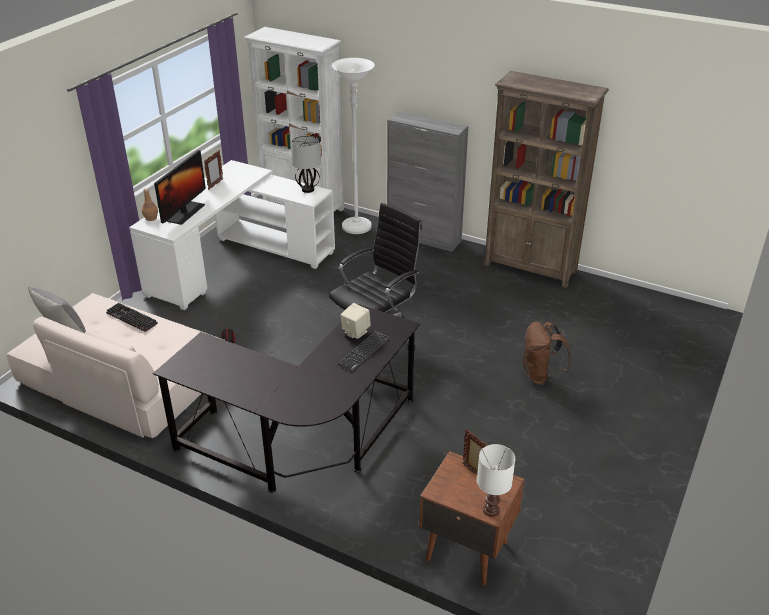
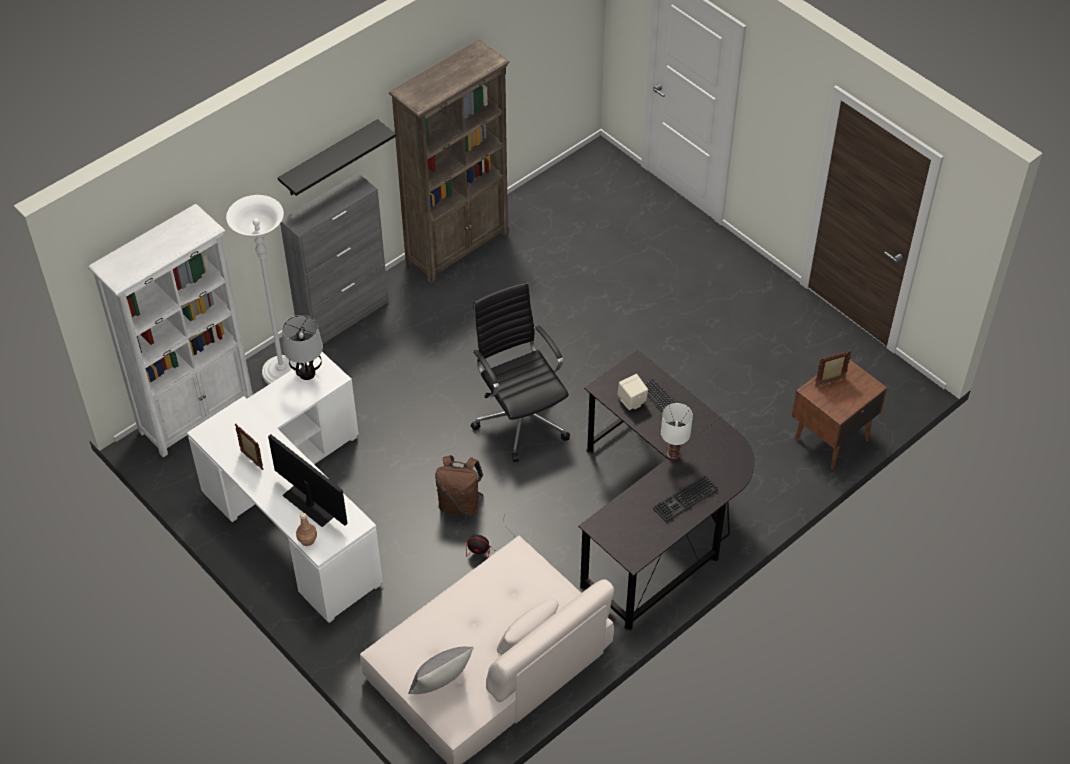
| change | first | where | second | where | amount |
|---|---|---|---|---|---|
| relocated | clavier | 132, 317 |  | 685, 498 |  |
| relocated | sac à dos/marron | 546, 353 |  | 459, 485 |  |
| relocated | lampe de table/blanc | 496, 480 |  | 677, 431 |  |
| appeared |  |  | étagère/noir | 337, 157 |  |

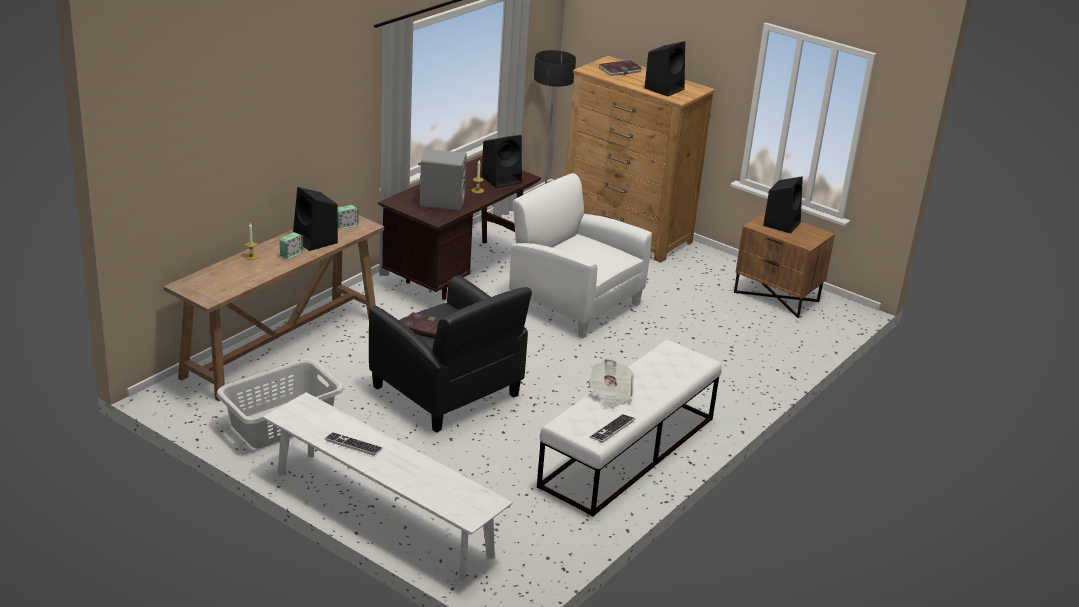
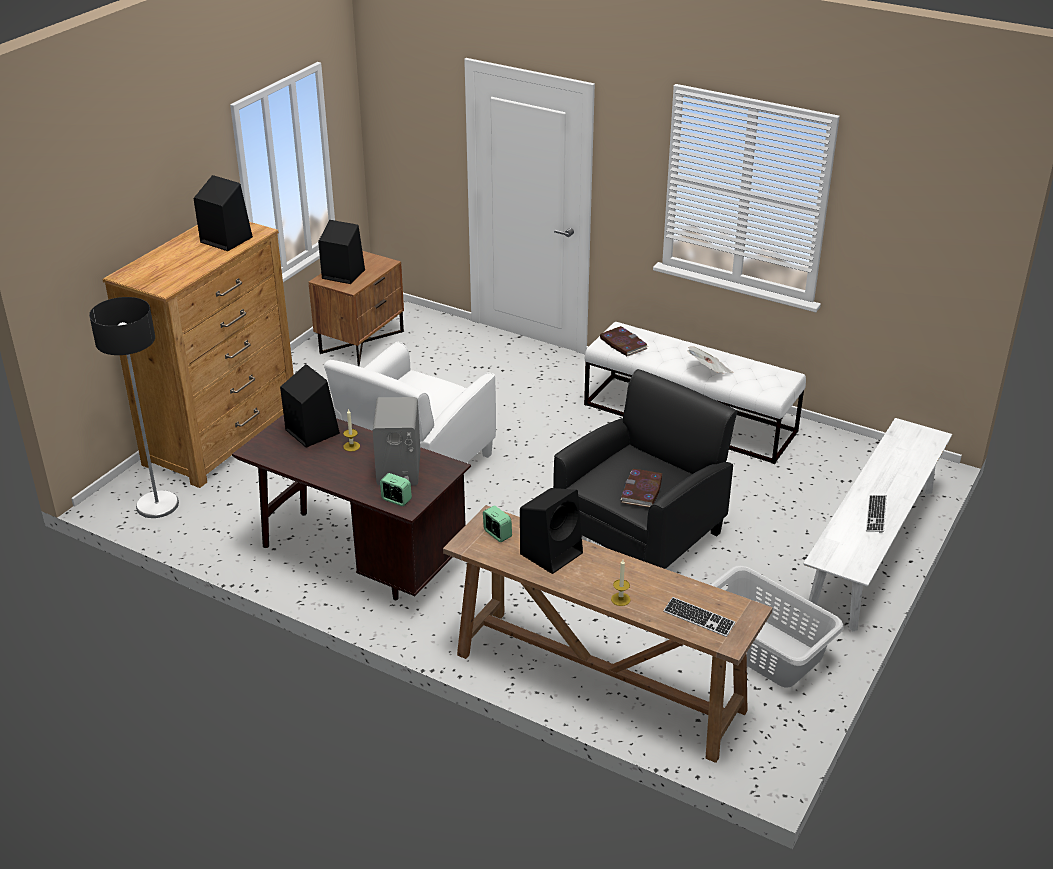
| change | first | where | second | where | amount |
|---|---|---|---|---|---|
| relocated | livre | 620, 68 |  | 624, 341 |  |
| relocated | réveil | 291, 245 |  | 396, 489 |  |
| relocated | clavier | 612, 428 |  | 699, 617 |  |

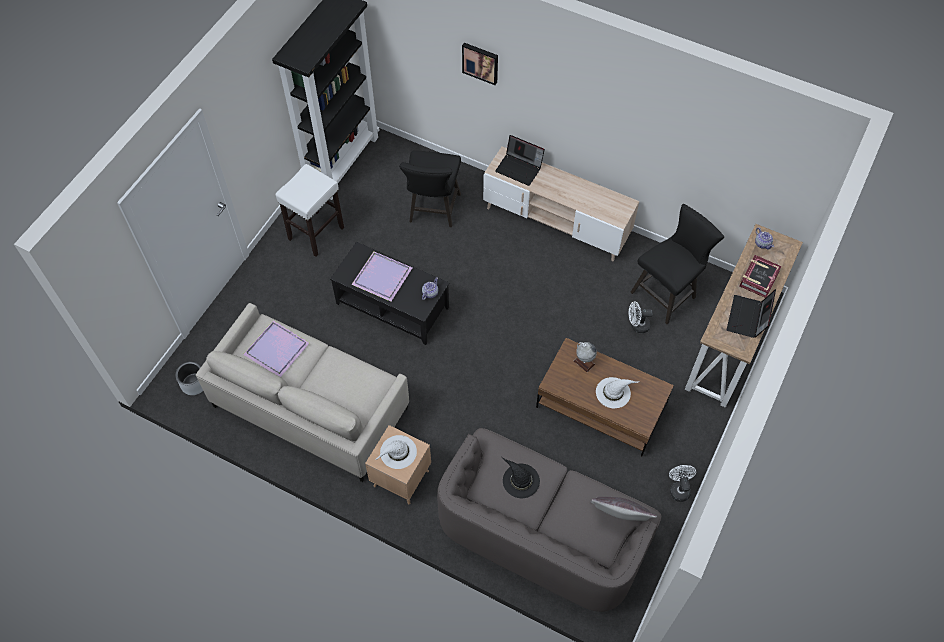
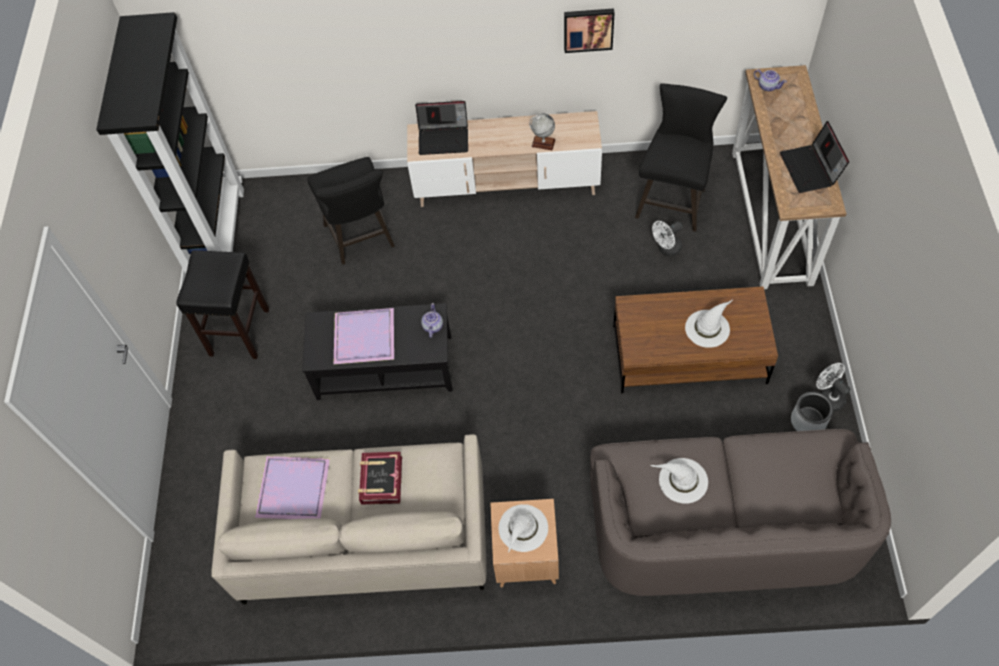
| change | first | where | second | where | amount |
|---|---|---|---|---|---|
| relocated | tableau | 480, 64 |  | 589, 30 |  |
| colour | tabouret/blanc | 310, 210 | tabouret/noir | 222, 304 |  |
| relocated | livre | 761, 276 |  | 380, 478 |  |
| relocated | globe | 585, 357 |  | 542, 132 |  |
| relocated | cache-pot/gris | 189, 378 |  | 812, 411 |  |
| colour | chapeau/noir | 521, 477 | chapeau/blanc | 679, 481 |  |
| missing | coussin/gris | 623, 509 |  |  |  |

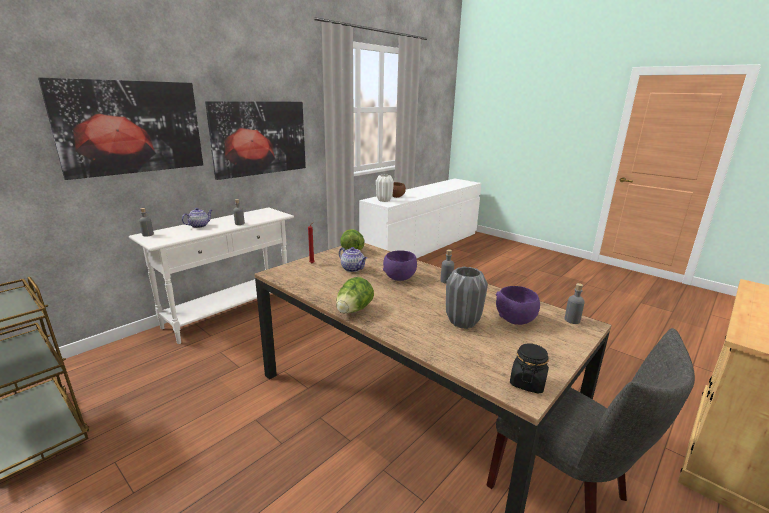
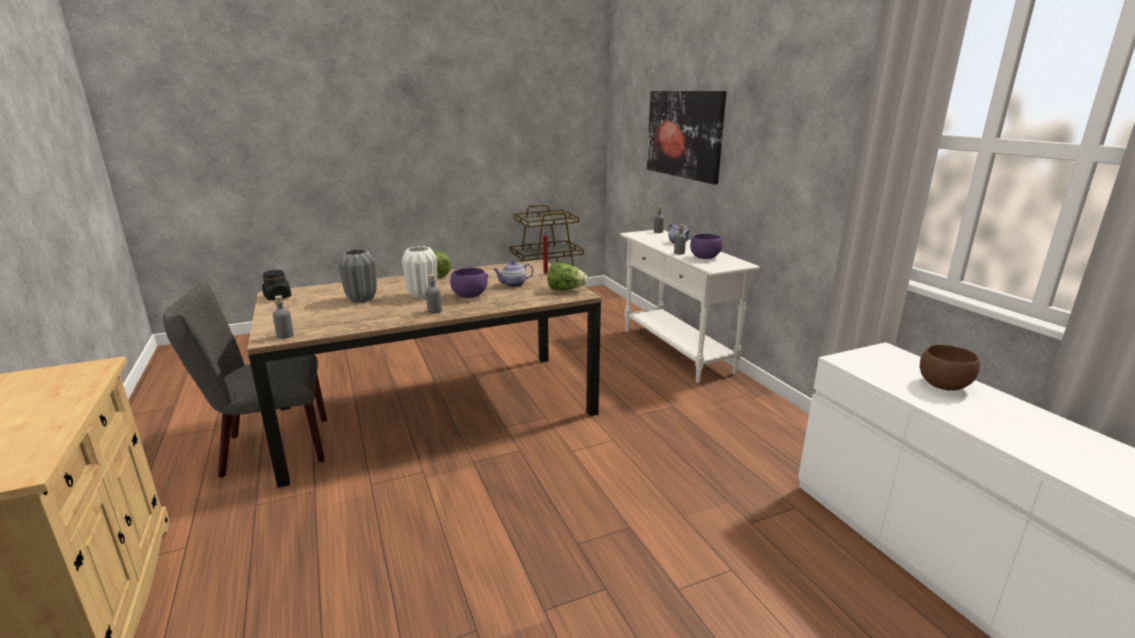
| change | first | where | second | where | amount |
|---|---|---|---|---|---|
| missing | tableau | 255, 140 |  |  |  |
| relocated | vase/blanc | 385, 188 |  | 419, 272 |  |
| relocated | bol/violet | 518, 305 |  | 706, 246 |  |

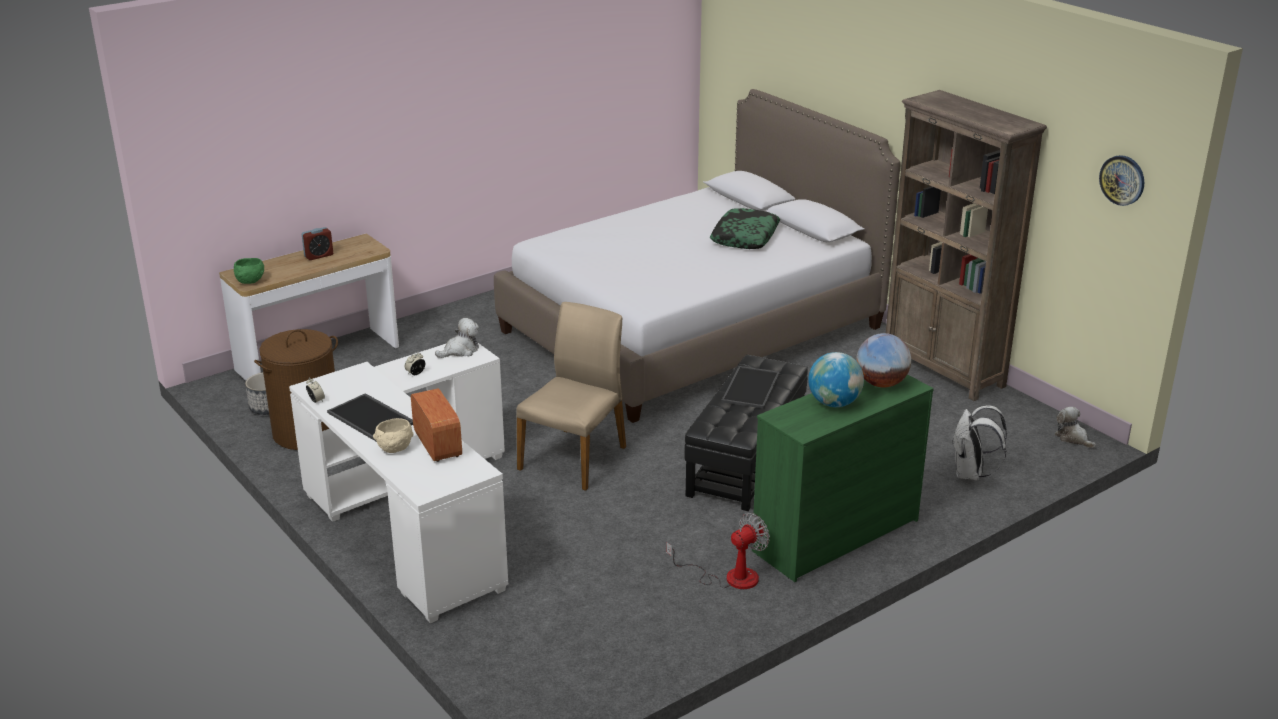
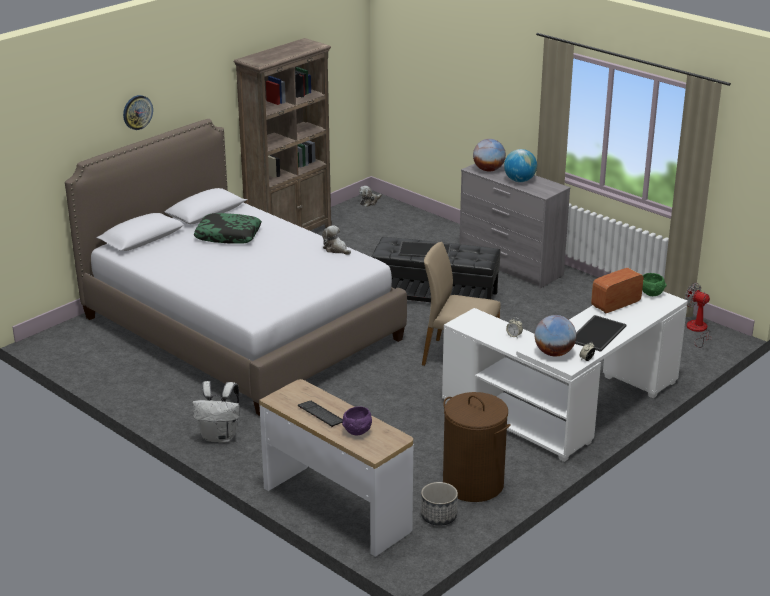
| change | first | where | second | where | amount |
|---|---|---|---|---|---|
| relocated | horloge murale | 1121, 180 |  | 138, 112 |  |
| exchanged | réveil | 317, 243 | clavier | 320, 414 |  |
| relocated | bol/vert | 249, 271 |  | 654, 284 |  |
| relocated | peluche | 457, 338 |  | 336, 240 |  |
| colour | commode/vert | 843, 478 | commode/gris | 514, 226 |  |
| relocated | sac à dos/blanc | 980, 443 |  | 216, 412 |  |
| missing | bol/beige | 393, 435 |  |  |  |
| relocated | ventilateur | 718, 551 |  | 698, 315 |  |
| appeared |  |  | globe | 555, 335 |  |
| appeared |  |  | bol/violet | 357, 421 |  |

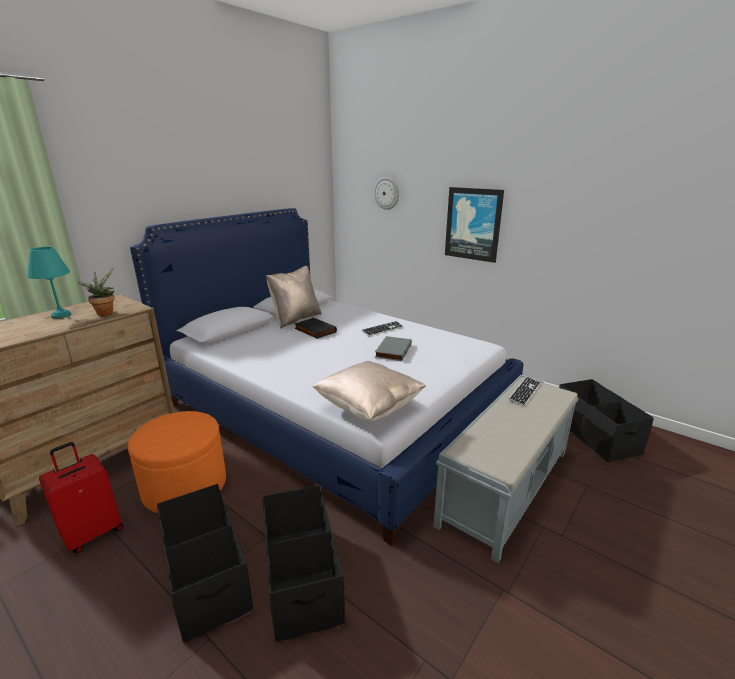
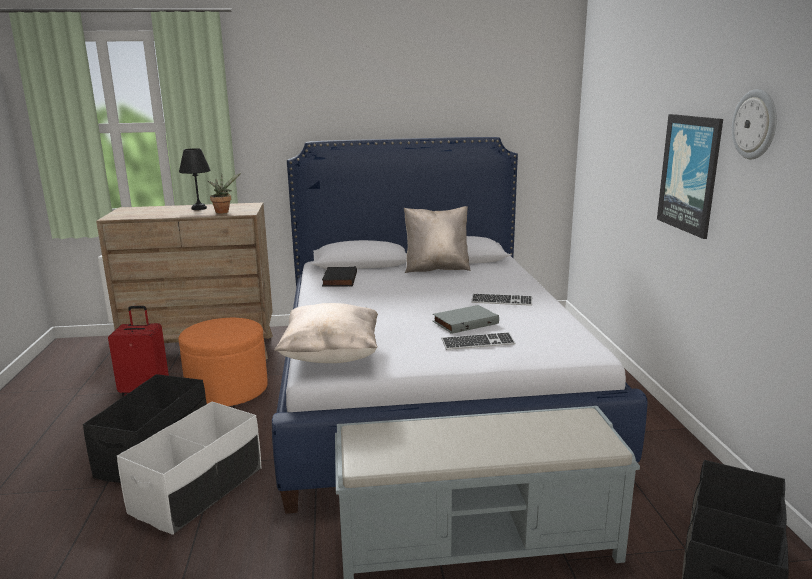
| change | first | where | second | where | amount |
|---|---|---|---|---|---|
| relocated | horloge murale | 386, 193 |  | 754, 124 |  |
| colour | lampe de table/turquoise | 49, 283 | lampe de table/noir | 195, 179 |  |
| relocated | livre/noir | 315, 328 |  | 339, 276 |  |
| relocated | clavier | 524, 391 |  | 478, 341 |  |
| colour | boîte de rangement/noir | 304, 563 | boîte de rangement/blanc | 189, 468 |  |

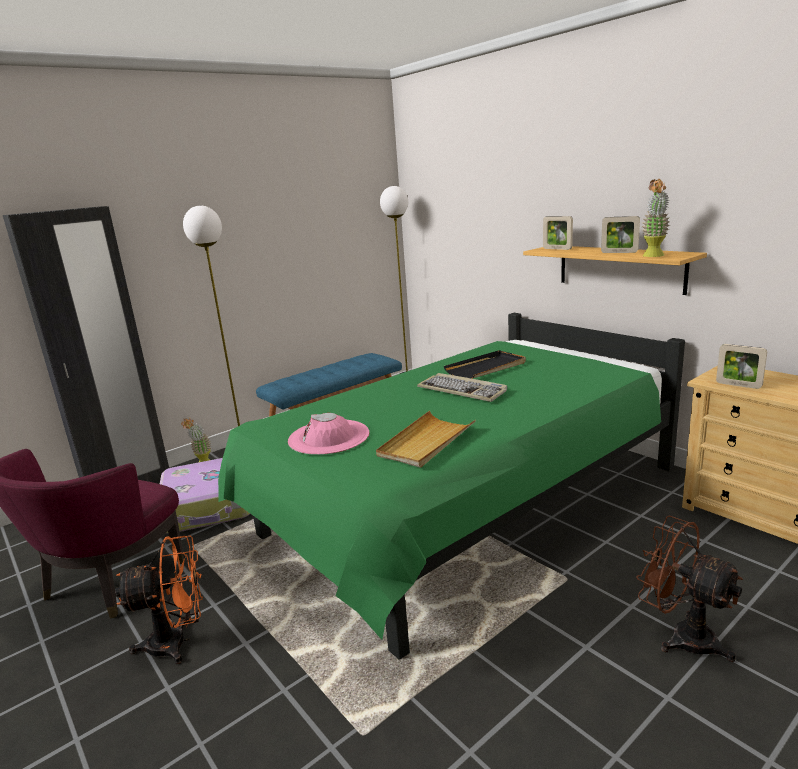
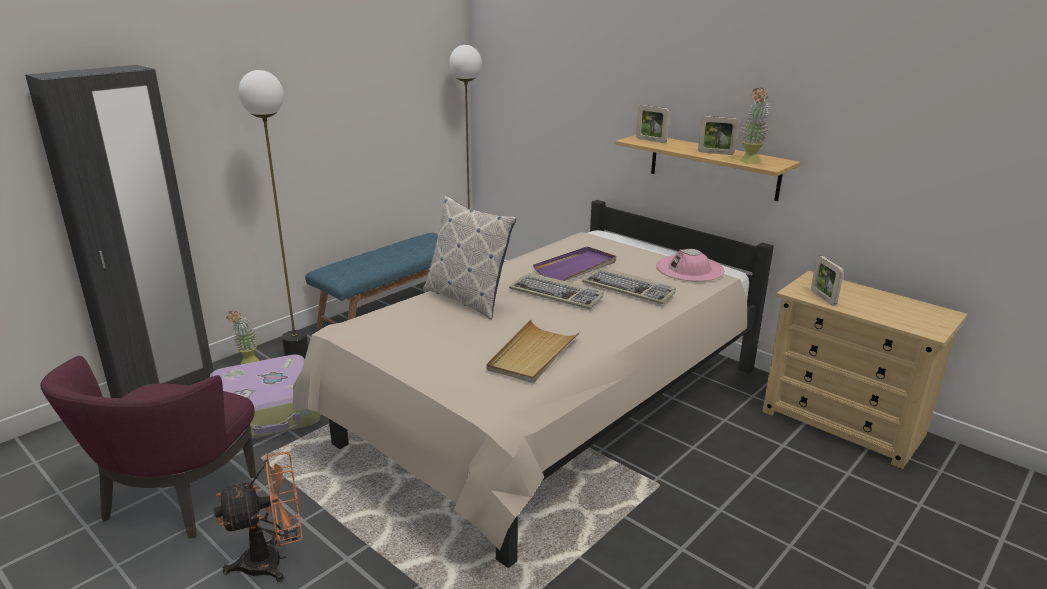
| change | first | where | second | where | amount |
|---|---|---|---|---|---|
| colour | lit/vert | 451, 486 | lit/beige | 533, 384 |  |
| spun | cadre photo | 741, 366 |  | 827, 280 | 45 degrees clockwise |
| colour | plateau/noir | 485, 364 | plateau/violet | 574, 263 |  |
| relocated | chapeau/rose | 328, 434 |  | 690, 265 |  |
| missing | ventilateur/marron | 689, 588 |  |  |  |
| appeared |  |  | coussin | 469, 258 |  |
| appeared |  |  | clavier | 629, 285 |  |

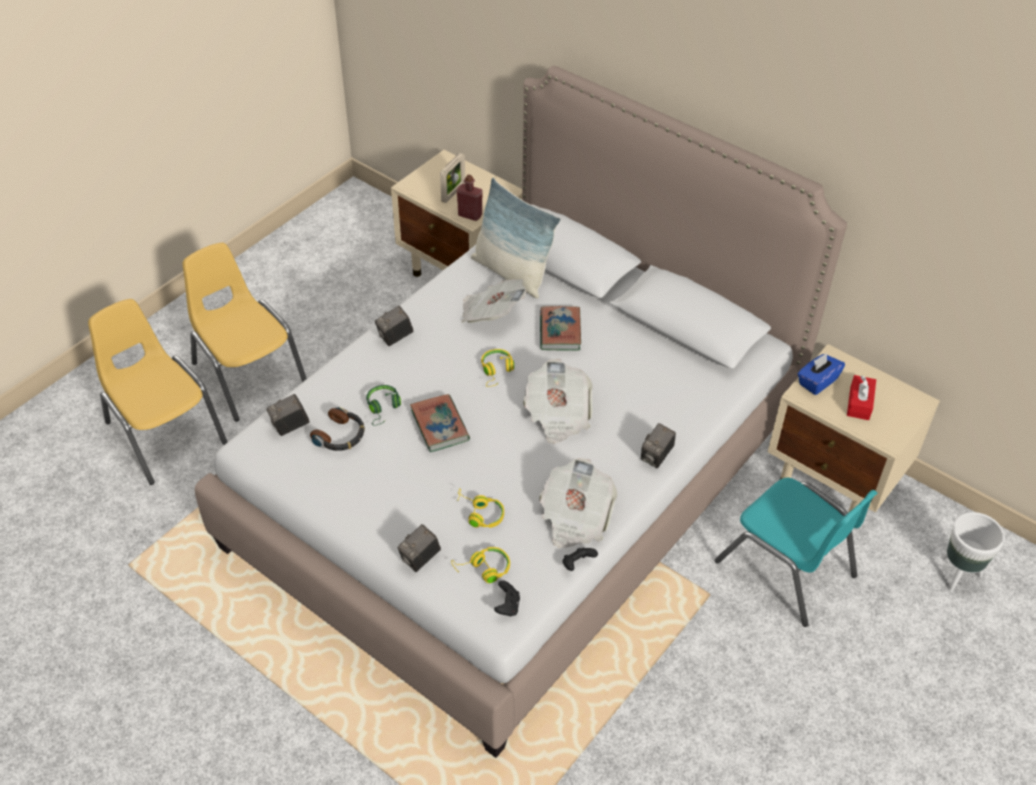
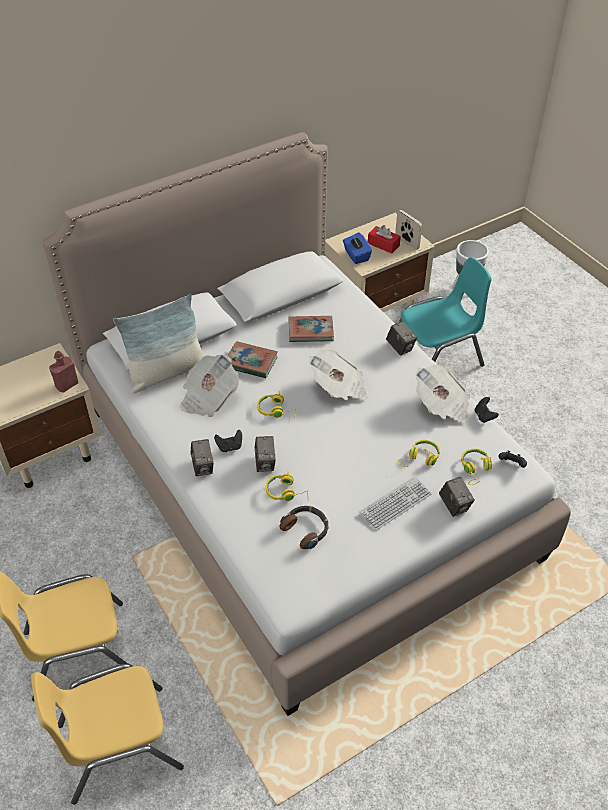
| change | first | where | second | where | amount |
|---|---|---|---|---|---|
| relocated | cadre photo | 452, 178 |  | 408, 230 |  |
| colour | casque audio/vert | 383, 405 | casque audio/jaune | 287, 486 |  |
| relocated | appareil photo | 287, 415 |  | 265, 454 |  |
| relocated | livre | 440, 423 |  | 311, 329 |  |
| appeared |  |  | manette/noir | 228, 441 |  |
| appeared |  |  | clavier | 395, 503 |  |

